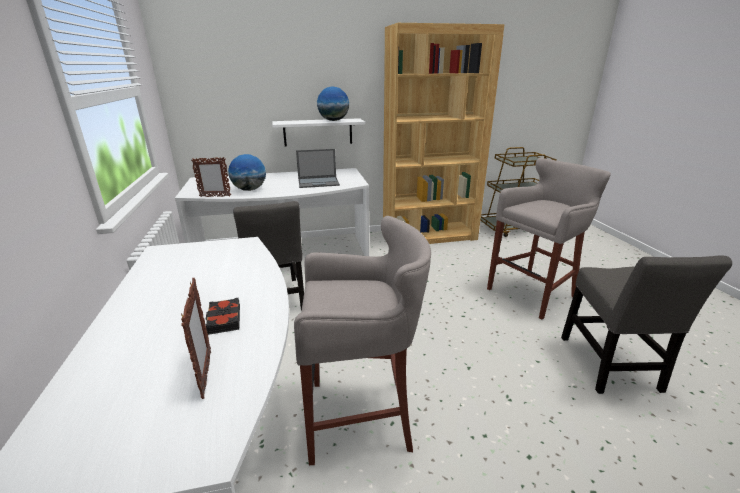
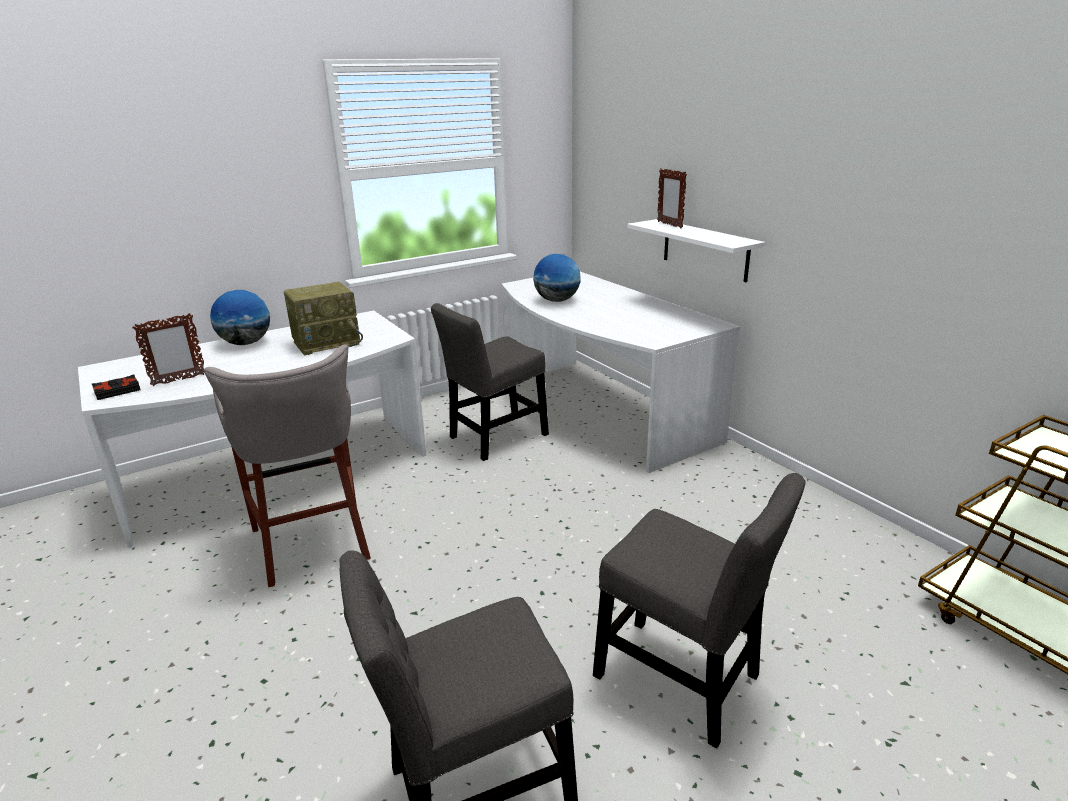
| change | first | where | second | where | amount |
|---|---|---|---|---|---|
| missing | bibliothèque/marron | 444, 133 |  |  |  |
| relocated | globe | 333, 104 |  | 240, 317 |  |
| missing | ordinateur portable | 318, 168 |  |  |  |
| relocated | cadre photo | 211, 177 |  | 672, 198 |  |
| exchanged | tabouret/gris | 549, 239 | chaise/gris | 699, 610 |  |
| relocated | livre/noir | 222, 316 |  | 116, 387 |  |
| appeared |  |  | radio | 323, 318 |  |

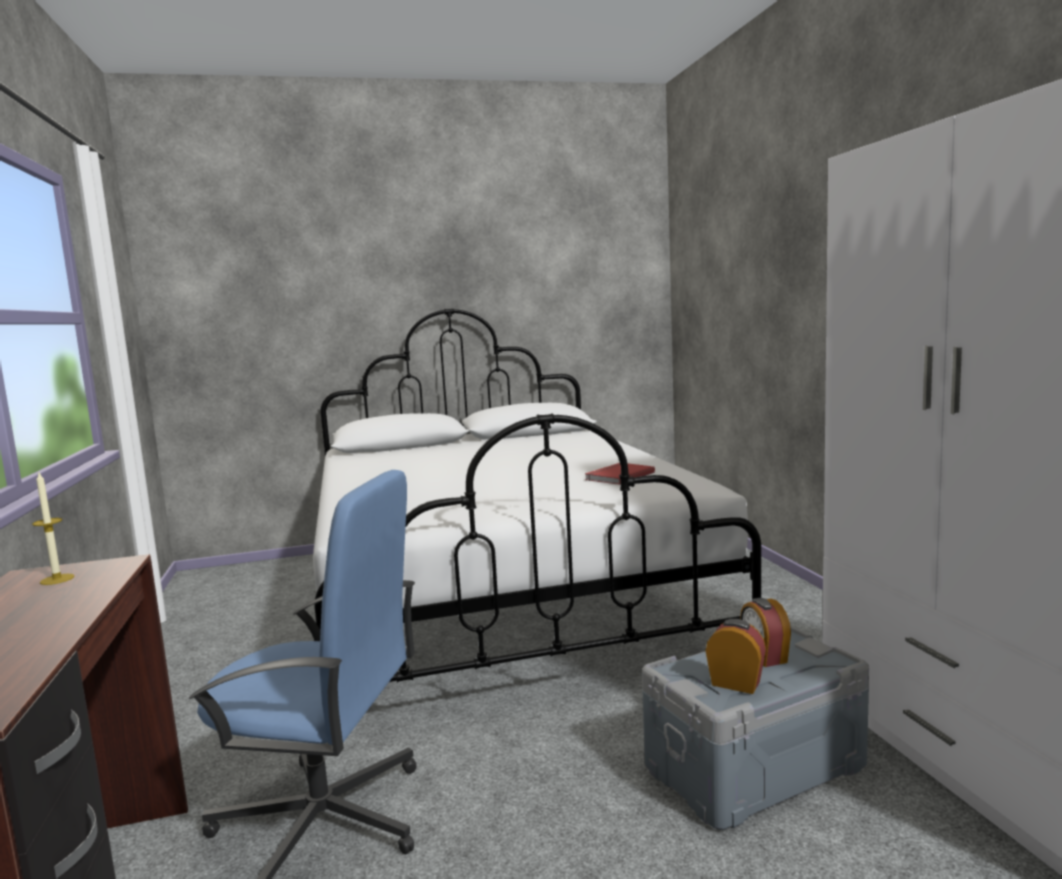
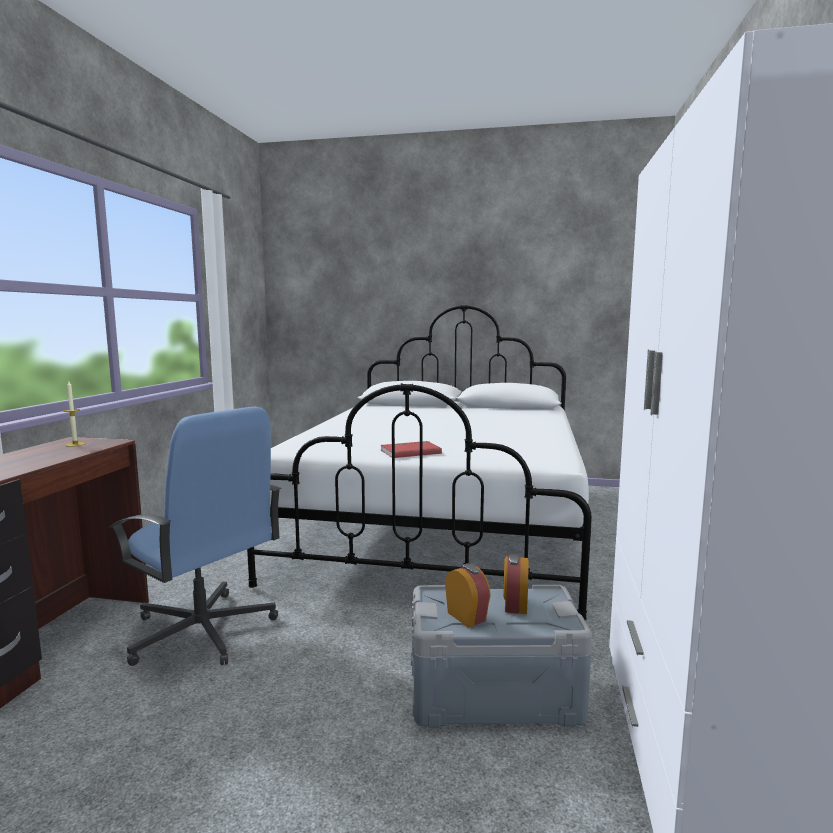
| change | first | where | second | where | amount |
|---|---|---|---|---|---|
| relocated | livre/rouge | 620, 474 |  | 411, 449 |  |

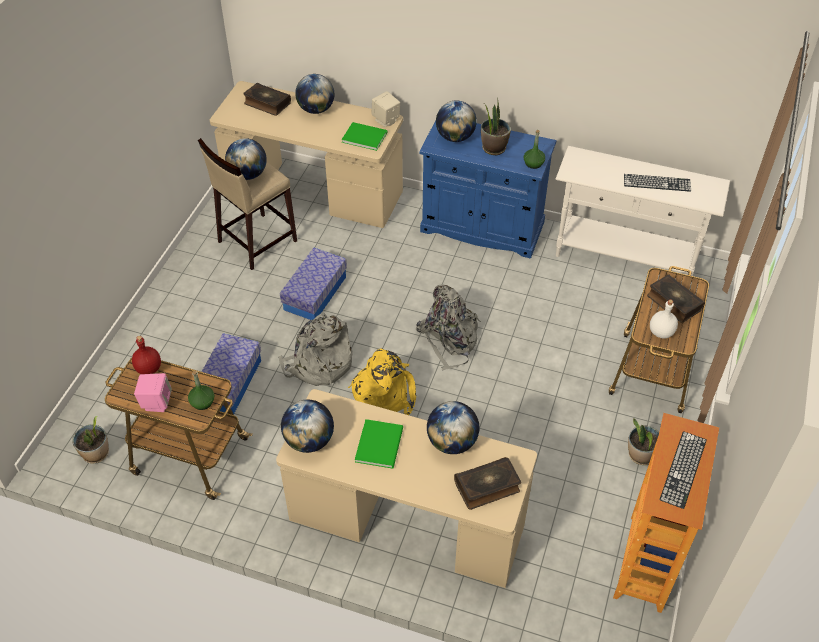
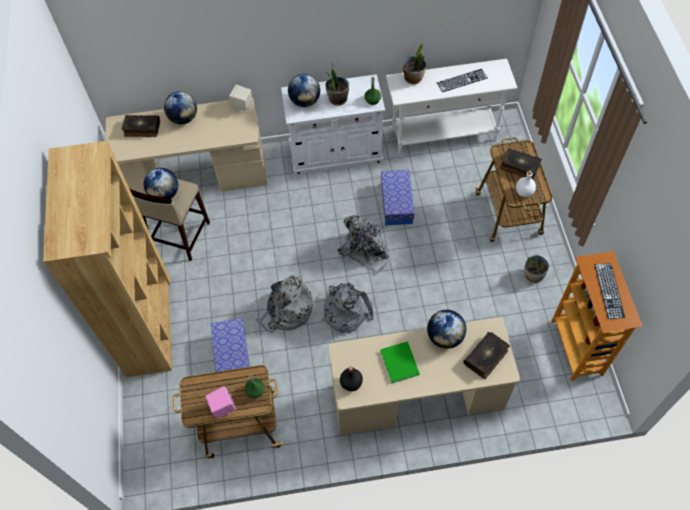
| change | first | where | second | where | amount |
|---|---|---|---|---|---|
| colour | meuble de rangement/bleu | 488, 189 | meuble de rangement/blanc | 333, 125 |  |
| missing | livre/vert | 364, 136 |  |  |  |
| relocated | boîte de rangement | 313, 284 |  | 397, 197 |  |
| missing | bouteille/rouge | 146, 355 |  |  |  |
| colour | sac à dos/jaune | 382, 381 | sac à dos/gris | 347, 307 |  |
| exchanged | globe | 307, 426 | bouteille/noir | 351, 378 |  |
| relocated | plante en pot | 90, 439 |  | 414, 63 |  |
| appeared |  |  | bibliothèque/marron | 107, 259 |  |

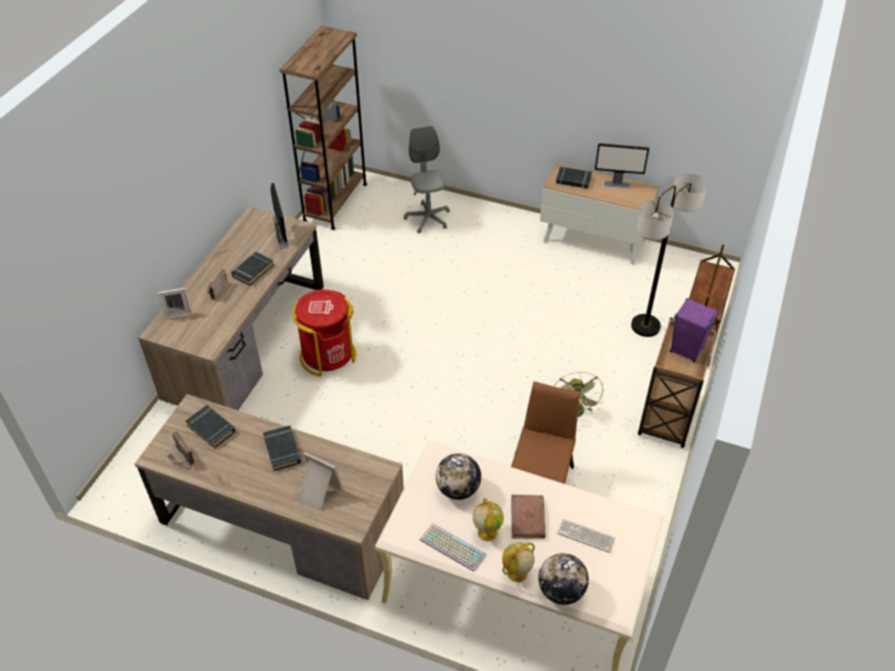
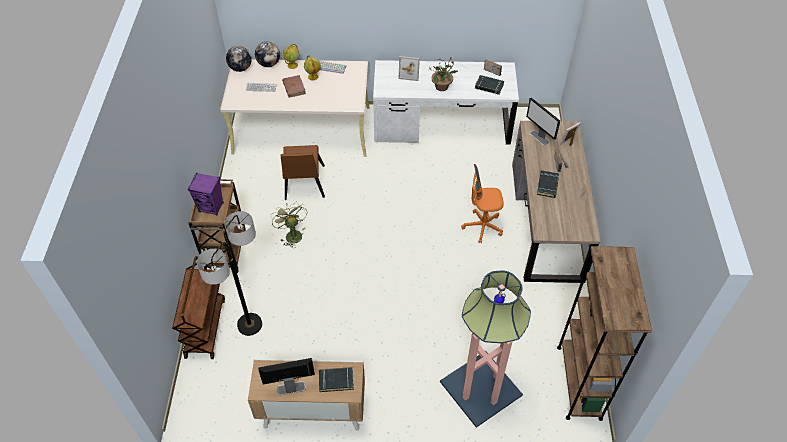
| change | first | where | second | where | amount |
|---|---|---|---|---|---|
| exchanged | chaise de bureau/gris | 427, 180 | lampadaire | 485, 349 |  |
| relocated | écran d'ordinateur | 280, 216 |  | 543, 121 |  |
| exchanged | poubelle/rouge | 324, 333 | chaise de bureau/orange | 482, 203 |  |
| colour | bureau/marron | 269, 497 | bureau/blanc | 446, 102 |  |
| exchanged | livre/noir | 282, 448 | plante en pot | 443, 74 |  |
| relocated | globe | 458, 476 |  | 239, 59 |  |

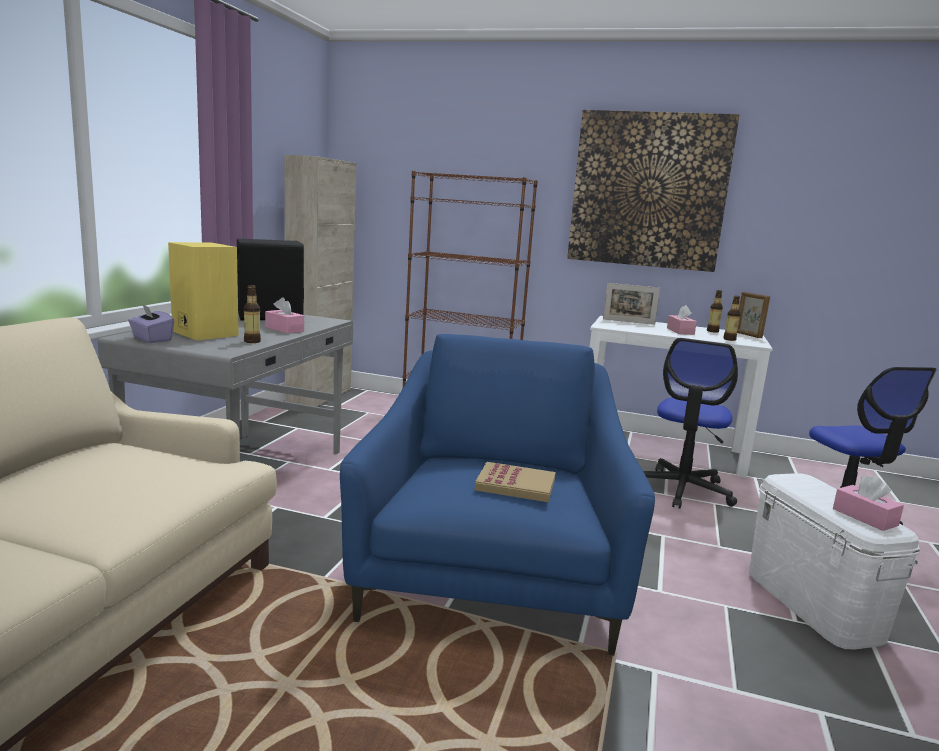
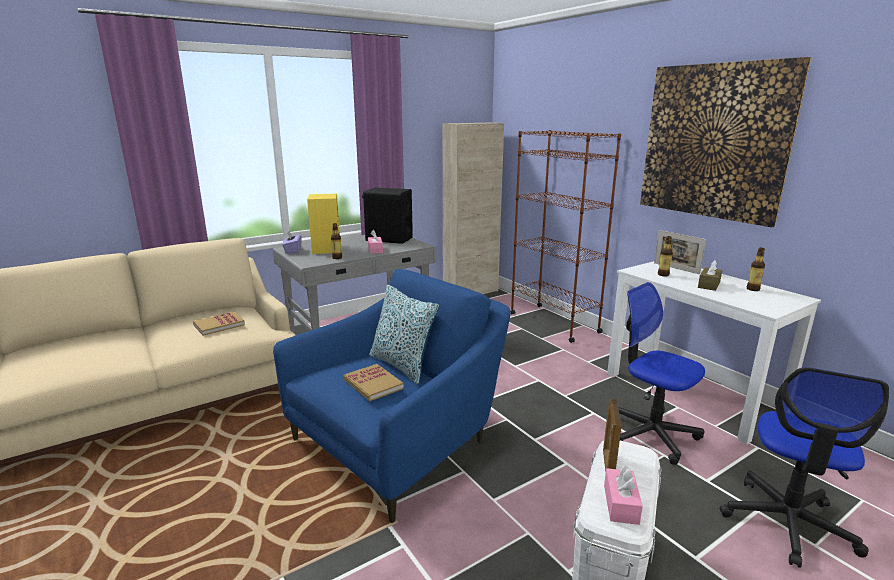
| change | first | where | second | where | amount |
|---|---|---|---|---|---|
| relocated | cadre photo | 753, 315 |  | 612, 435 |  |
| relocated | bouteille | 732, 318 |  | 665, 256 |  |
| colour | boîte à mouchoirs/rose | 682, 320 | boîte à mouchoirs/marron | 710, 275 |  |
| spun | chaise de bureau | 690, 423 |  | 656, 373 | 75 degrees clockwise |
| appeared |  |  | coussin | 404, 335 |  |
| appeared |  |  | livre | 219, 324 |  |

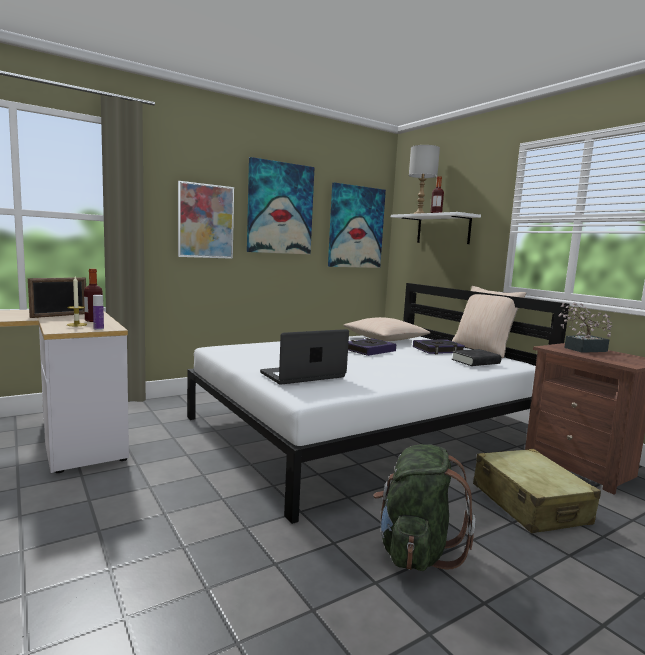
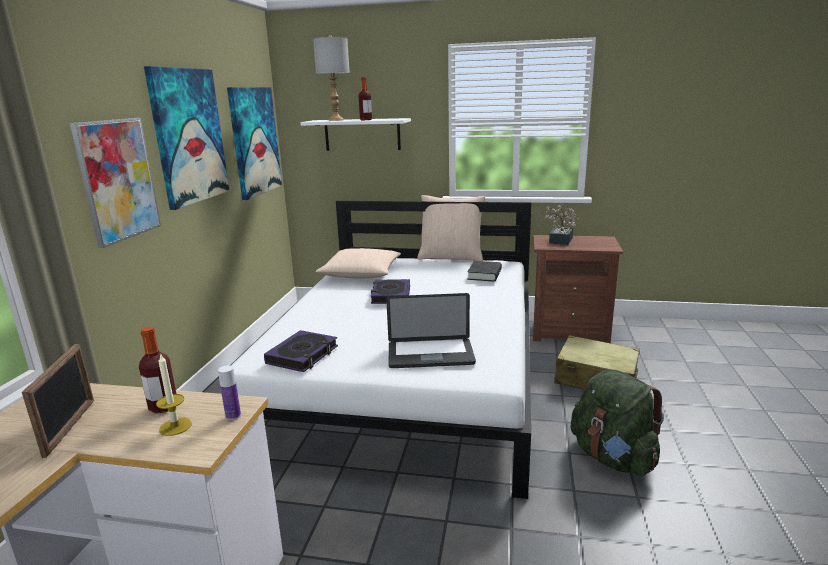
| change | first | where | second | where | amount |
|---|---|---|---|---|---|
| spun | ordinateur portable | 304, 357 |  | 431, 330 | 105 degrees counterclockwise |
| relocated | livre | 439, 346 |  | 301, 351 |  |

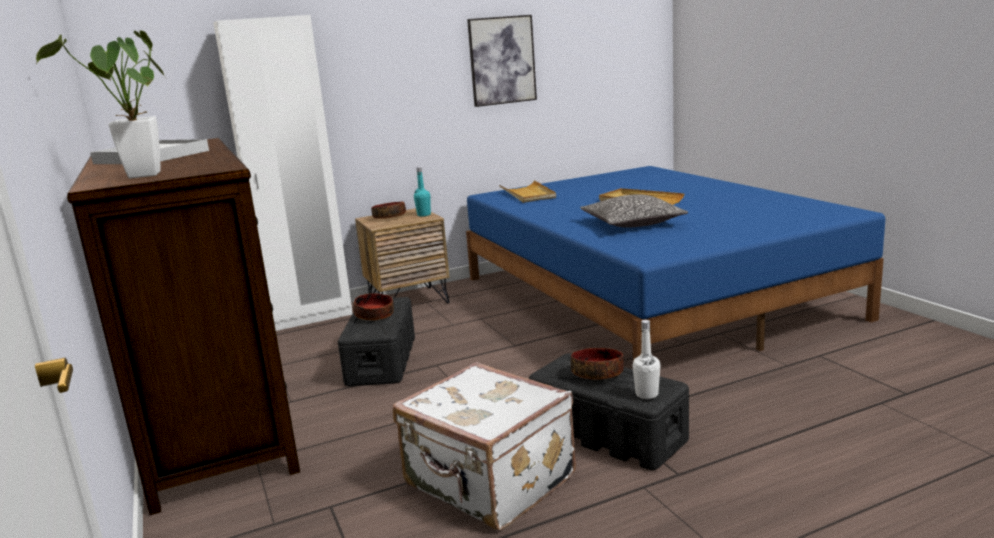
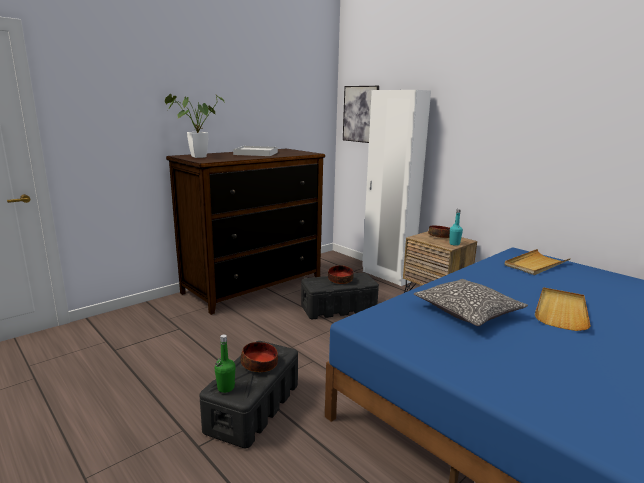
| change | first | where | second | where | amount |
|---|---|---|---|---|---|
| relocated | tableau | 502, 61 |  | 361, 114 |  |
| colour | bouteille/blanc | 646, 359 | bouteille/vert | 225, 364 |  |
| missing | valise/blanc | 484, 446 |  |  |  |

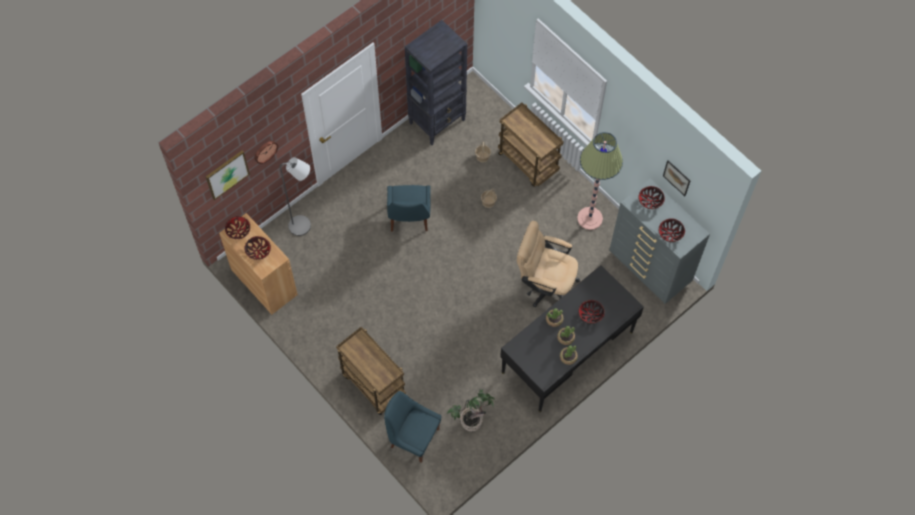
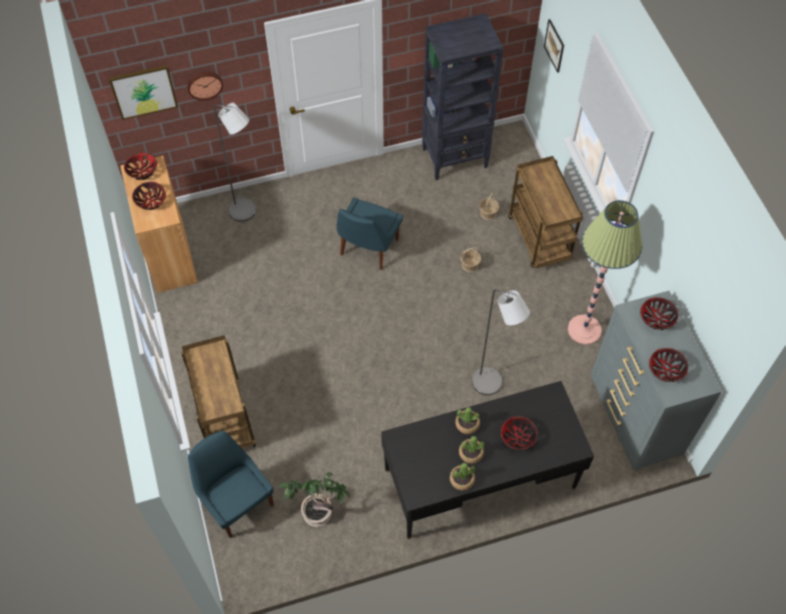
| change | first | where | second | where | amount |
|---|---|---|---|---|---|
| relocated | tableau | 676, 178 |  | 554, 46 |  |
| exchanged | chaise de bureau/beige | 548, 264 | lampadaire/gris | 501, 342 |  |

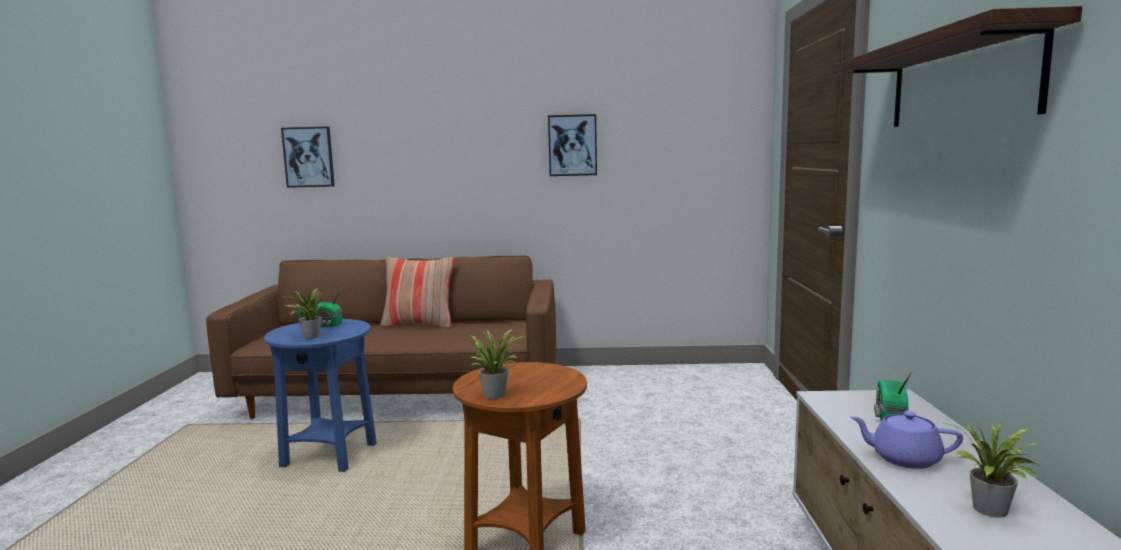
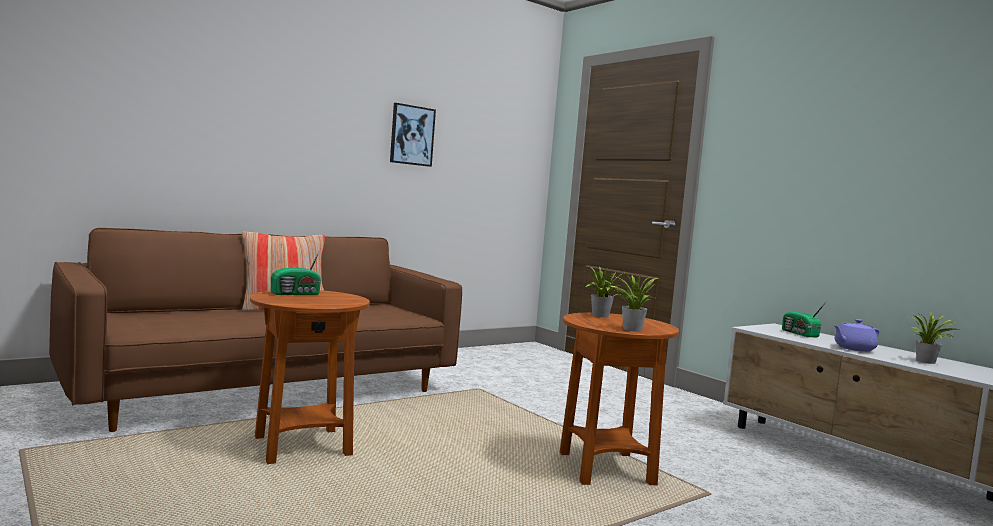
| change | first | where | second | where | amount |
|---|---|---|---|---|---|
| missing | étagère | 957, 66 |  |  |  |
| missing | tableau | 308, 157 |  |  |  |
| relocated | plante en pot | 306, 313 |  | 604, 291 |  |
| colour | table d'appoint/bleu | 320, 395 | table d'appoint/marron | 310, 377 |  |

